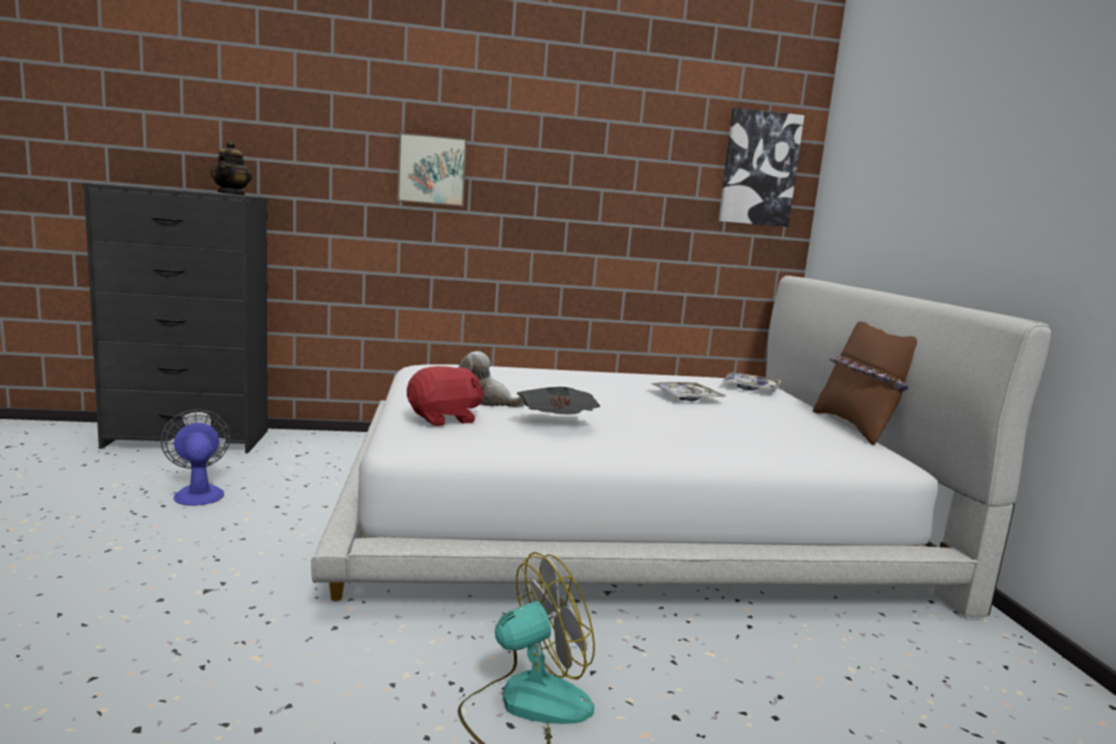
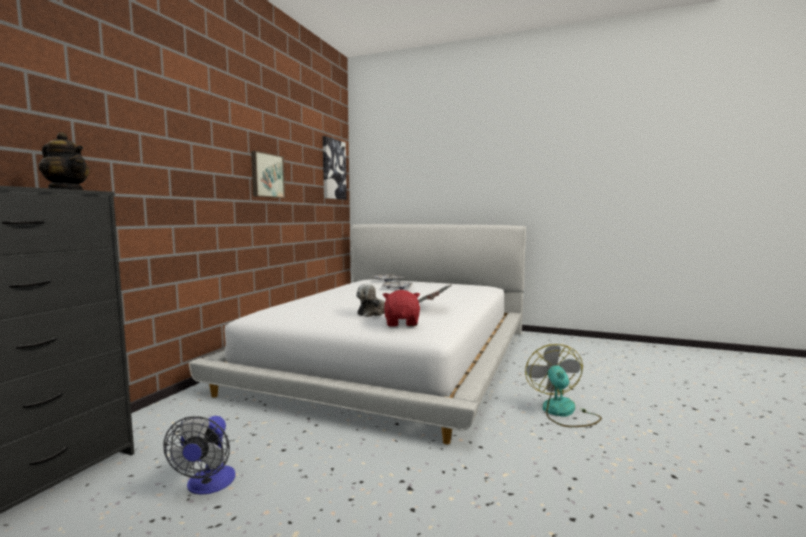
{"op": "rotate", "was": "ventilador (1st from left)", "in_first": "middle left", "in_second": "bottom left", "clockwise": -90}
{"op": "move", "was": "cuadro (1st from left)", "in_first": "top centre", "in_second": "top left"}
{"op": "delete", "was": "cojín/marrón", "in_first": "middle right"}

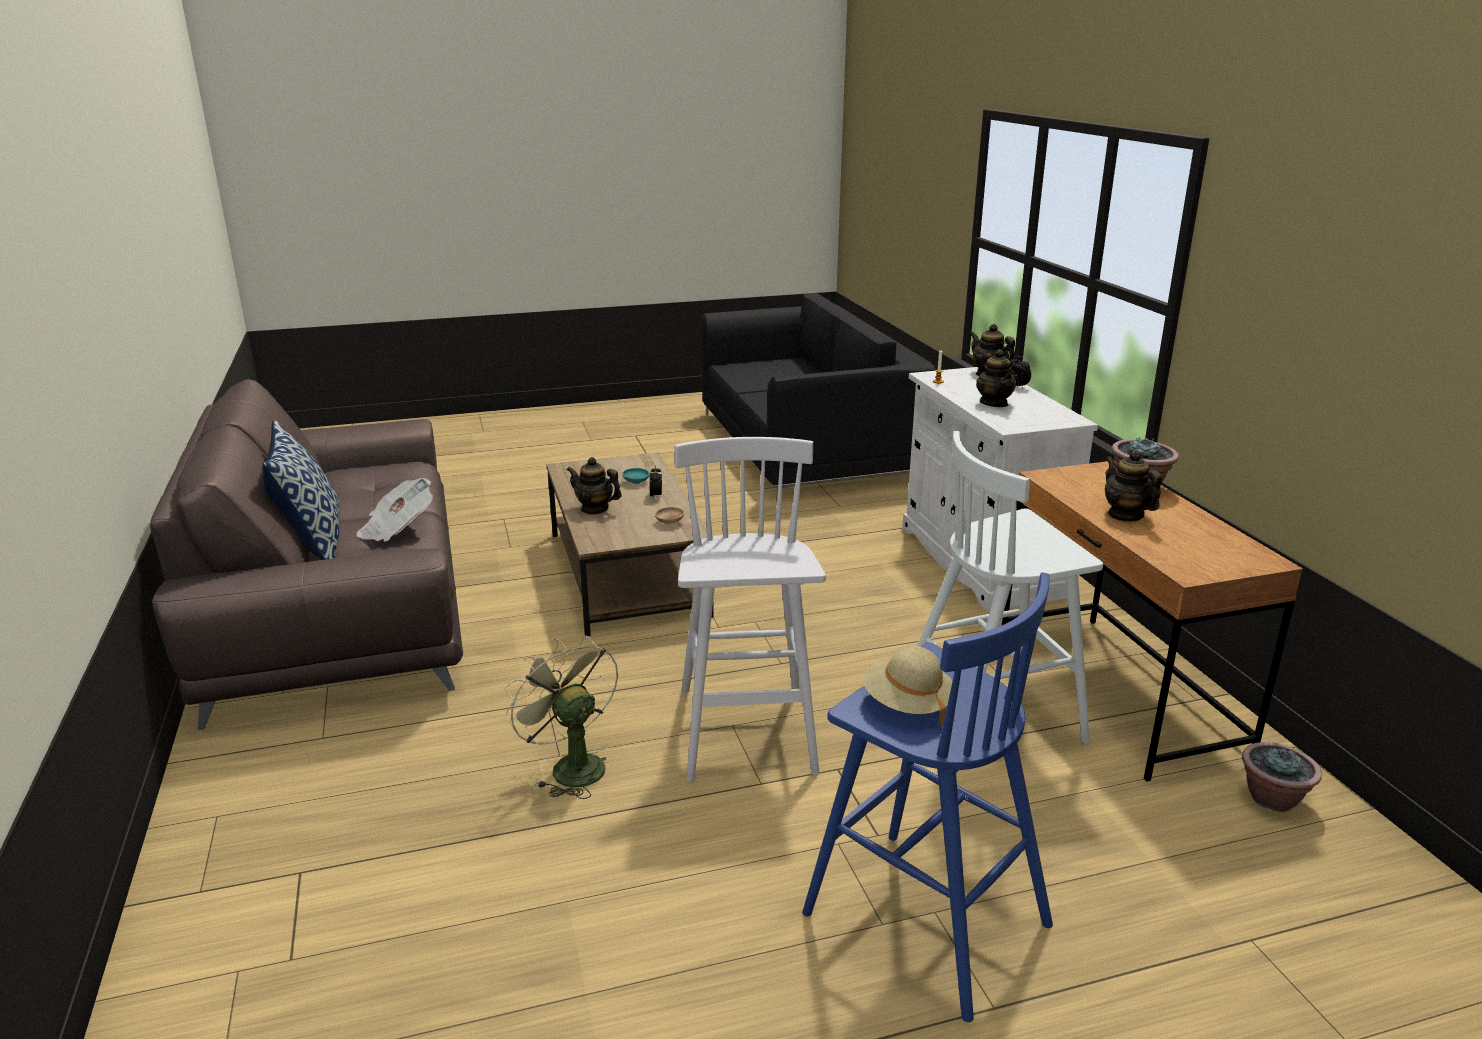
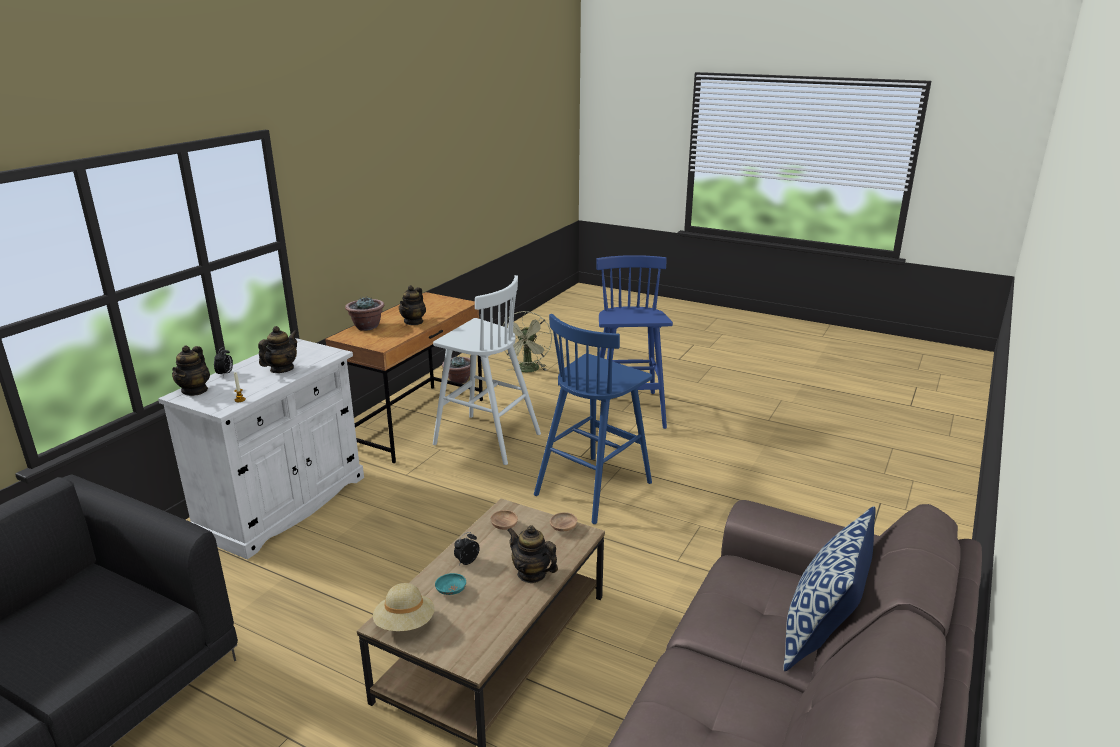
{"op": "delete", "was": "periódico", "in_first": "middle left"}
{"op": "move", "was": "ventilador/verde", "in_first": "bottom centre", "in_second": "centre"}
{"op": "rotate", "was": "tetera (1st from left in the first image)", "in_first": "centre", "in_second": "bottom centre", "clockwise": 150}
{"op": "recolor", "was": "taburete/blanco (1st from left)", "now": "taburete/azul (1st from left)", "in_first": "centre", "in_second": "centre"}
{"op": "move", "was": "sombrero/beis", "in_first": "centre", "in_second": "bottom centre"}
{"op": "insert", "now": "cuenco/marrón (2nd from left)", "in_second": "bottom centre"}

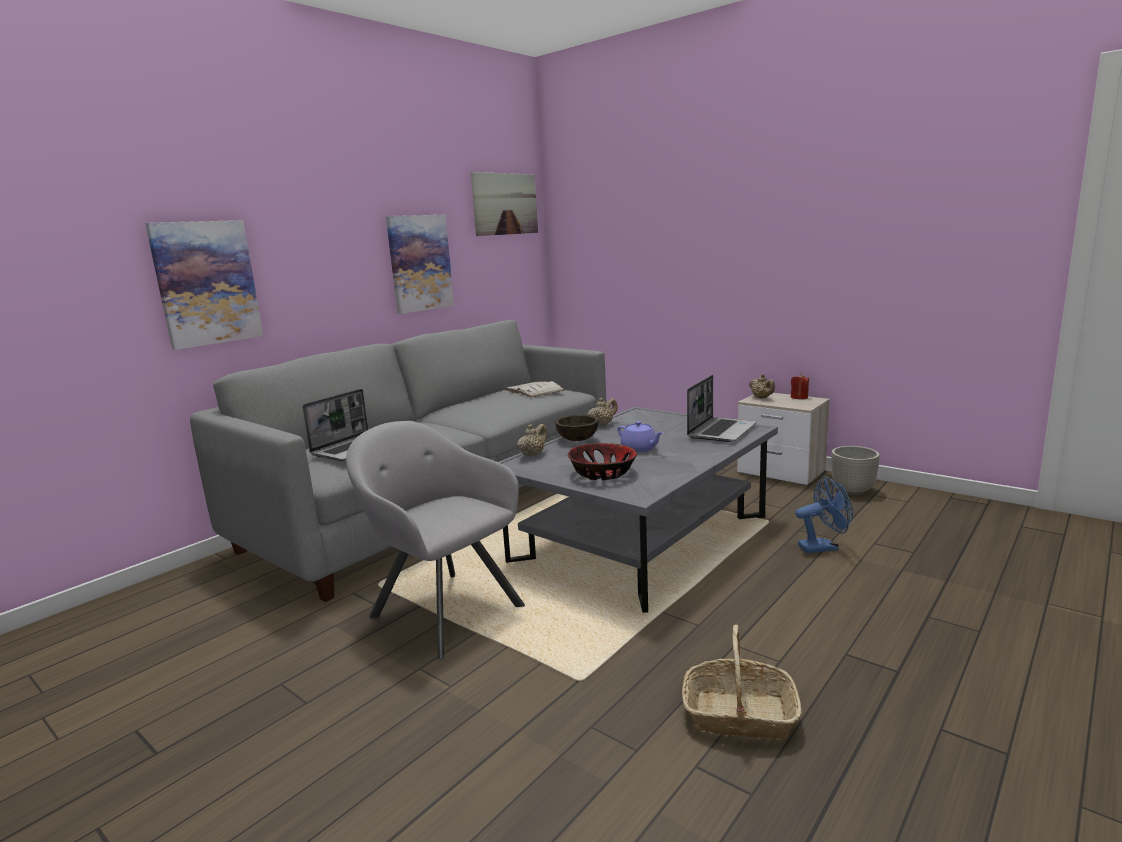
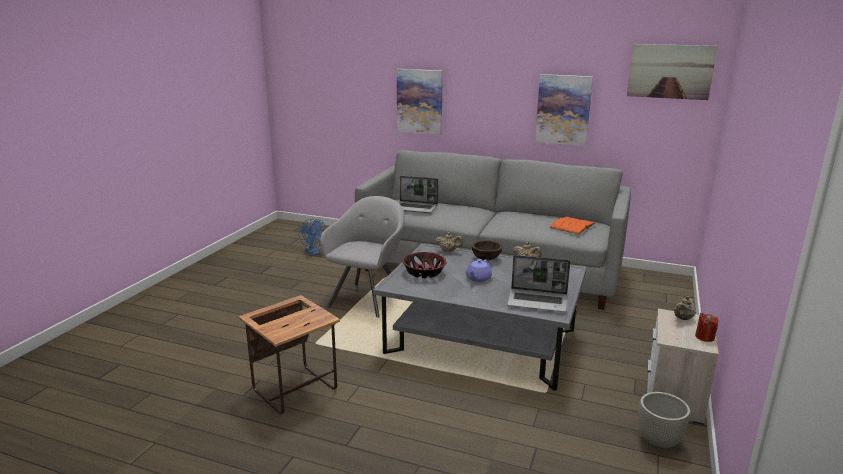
{"op": "recolor", "was": "libro/blanco", "now": "libro/naranja", "in_first": "centre", "in_second": "middle right"}
{"op": "replace", "was": "cesta", "now": "mesa auxiliar", "in_first": "bottom centre", "in_second": "bottom centre"}
{"op": "move", "was": "ventilador/azul", "in_first": "middle right", "in_second": "centre"}

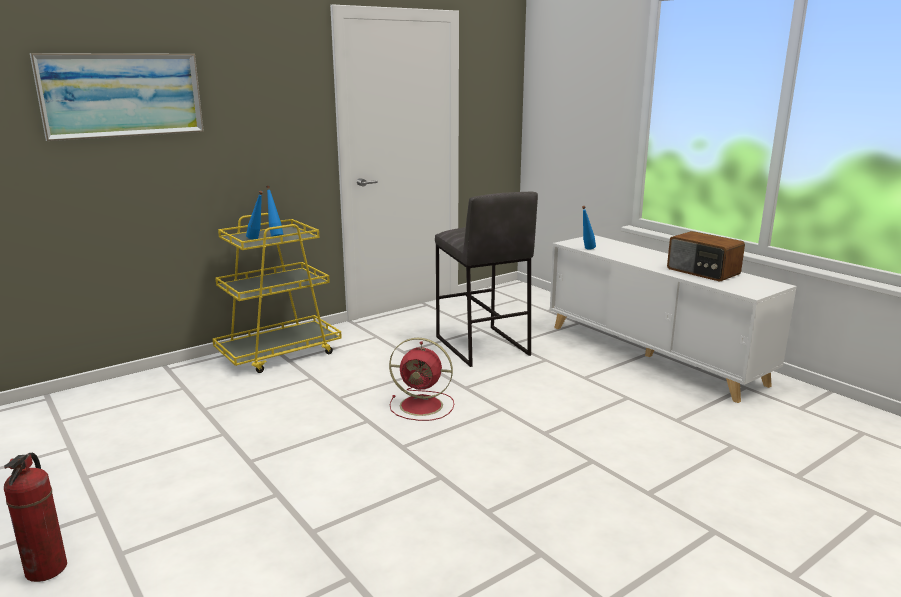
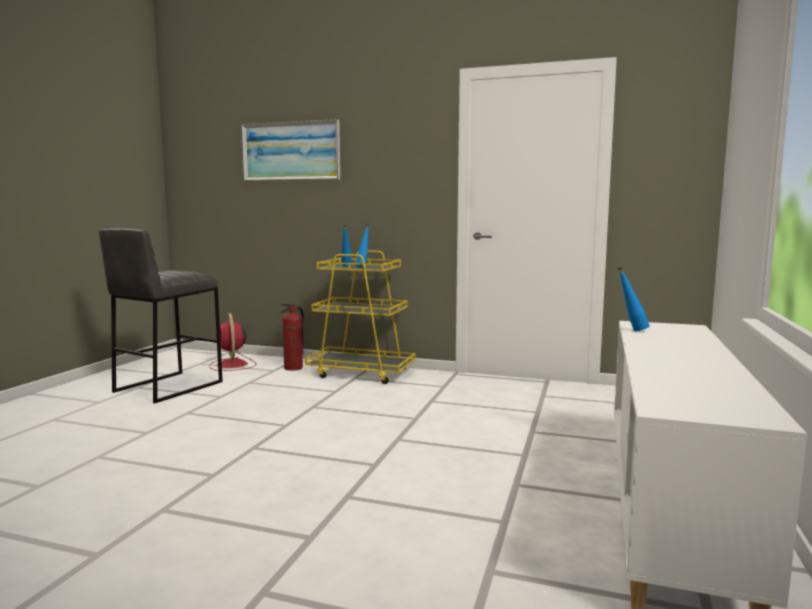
{"op": "move", "was": "extintor", "in_first": "bottom left", "in_second": "centre"}
{"op": "move", "was": "ventilador/rojo", "in_first": "centre", "in_second": "middle left"}
{"op": "move", "was": "taburete/gris", "in_first": "centre", "in_second": "middle left"}
{"op": "delete", "was": "radio", "in_first": "middle right"}

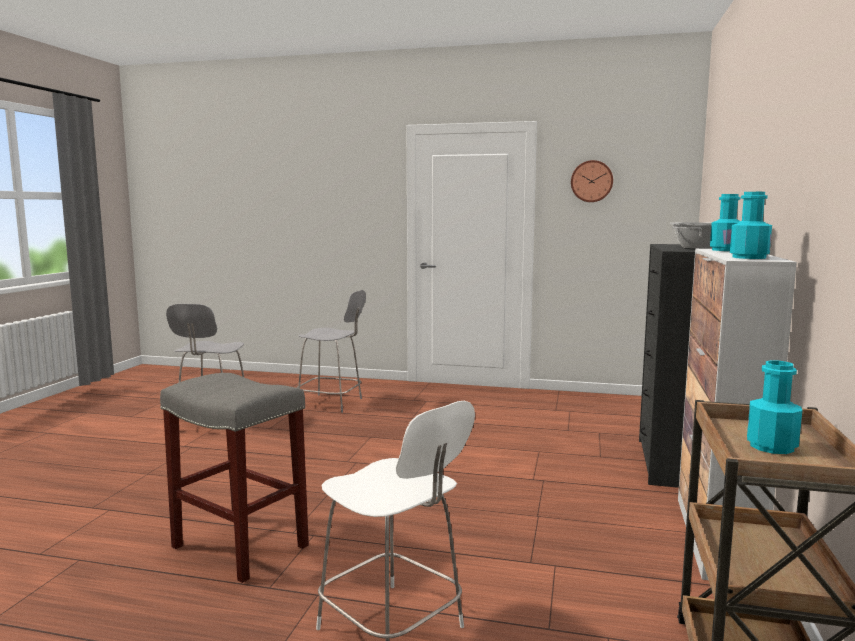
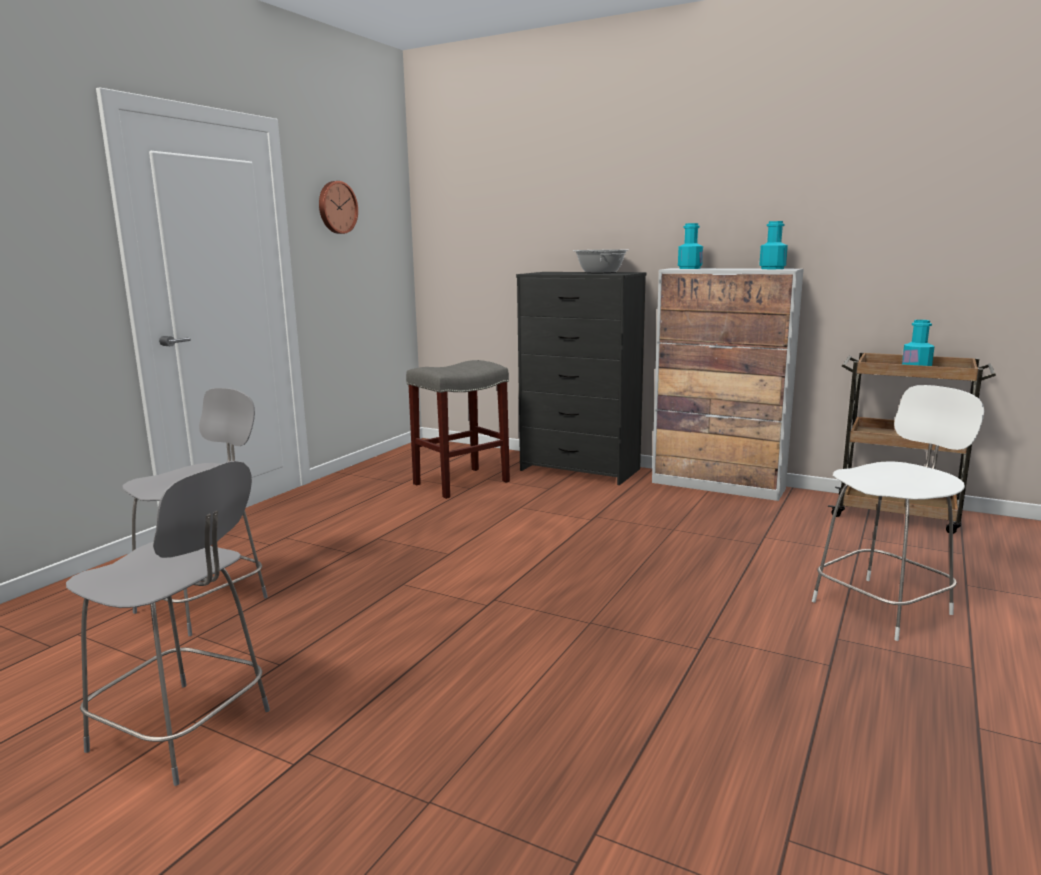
{"op": "move", "was": "taburete/gris", "in_first": "bottom left", "in_second": "centre"}

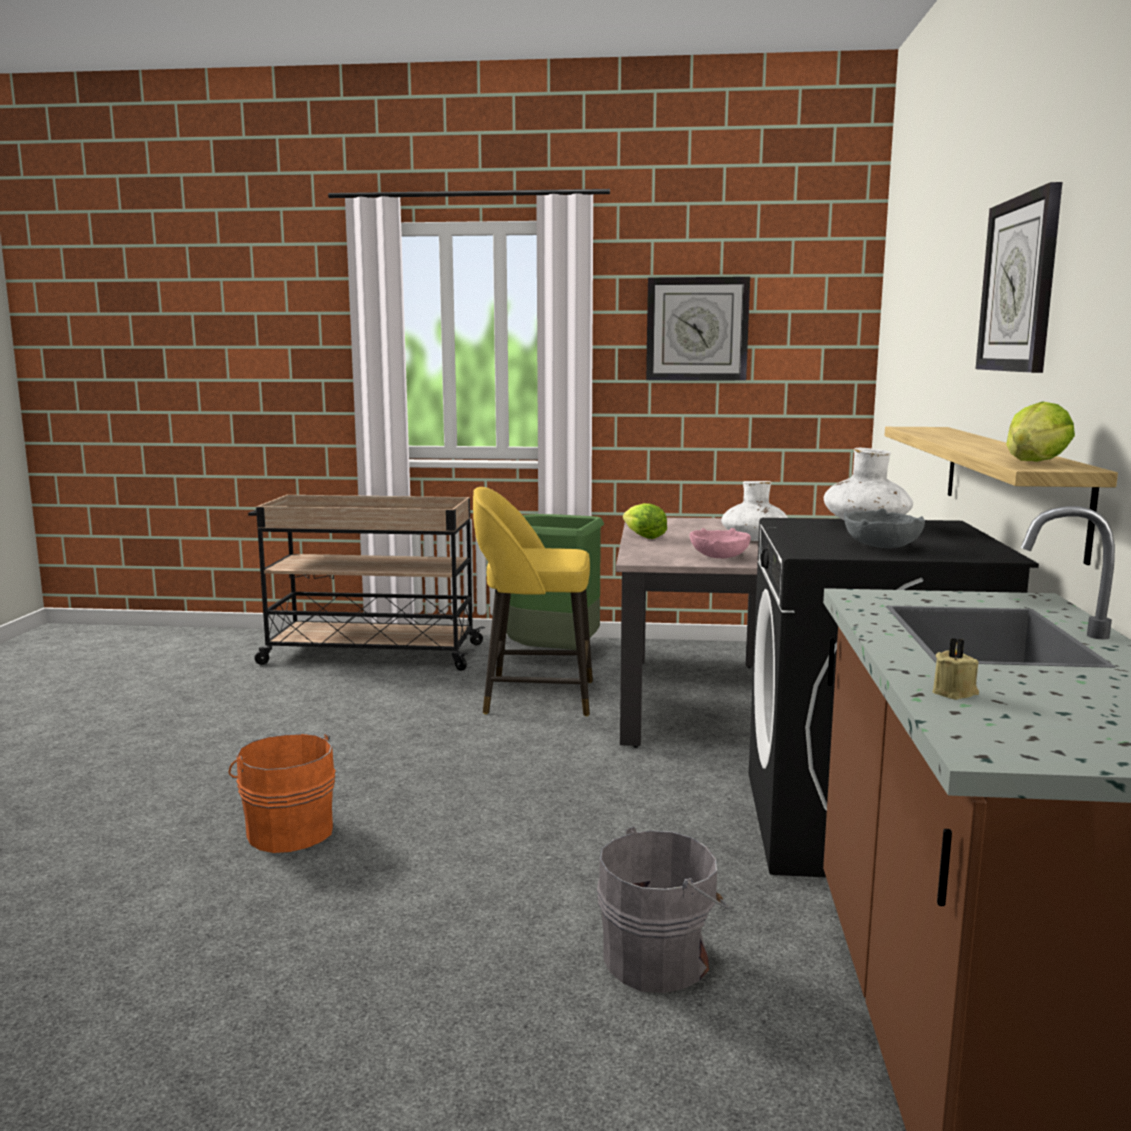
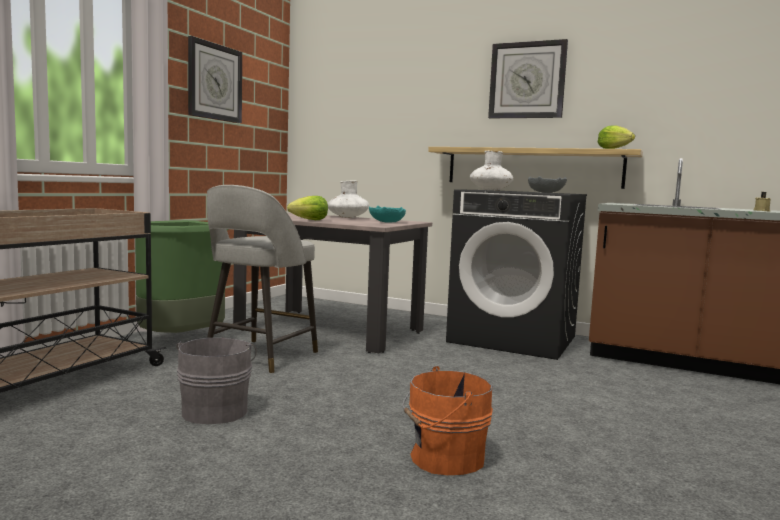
{"op": "recolor", "was": "taburete/amarillo", "now": "taburete/gris", "in_first": "centre", "in_second": "centre"}
{"op": "move", "was": "cubo/gris", "in_first": "bottom centre", "in_second": "bottom left"}
{"op": "recolor", "was": "cuenco/rosa", "now": "cuenco/turquesa", "in_first": "centre", "in_second": "centre"}

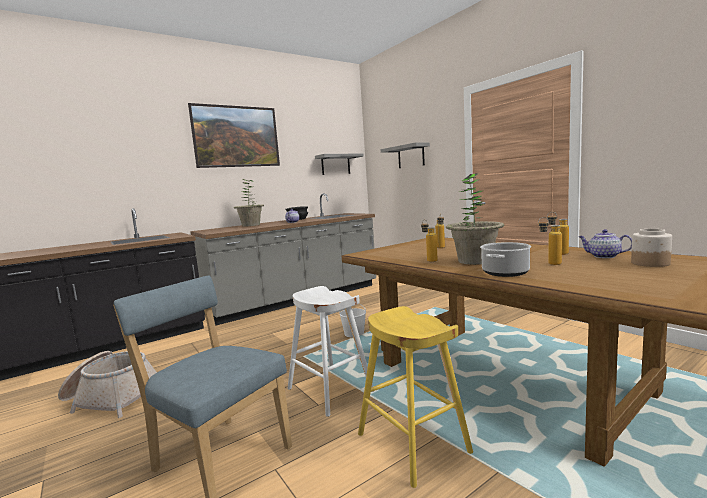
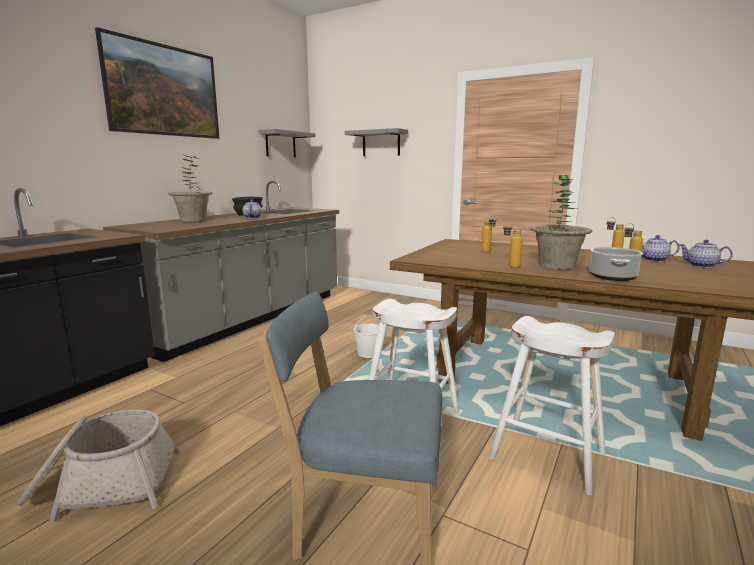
{"op": "recolor", "was": "taburete/amarillo", "now": "taburete/blanco (2nd from left)", "in_first": "bottom centre", "in_second": "bottom right"}
{"op": "replace", "was": "tarro", "now": "tetera (3rd from left)", "in_first": "middle right", "in_second": "middle right"}

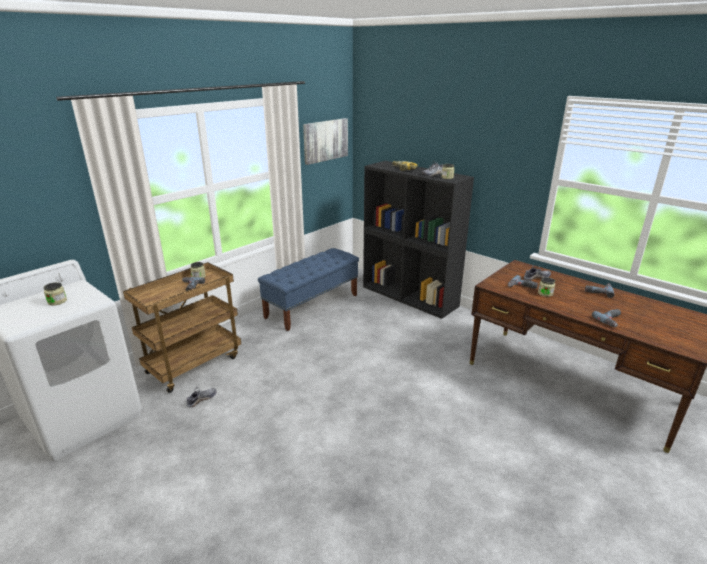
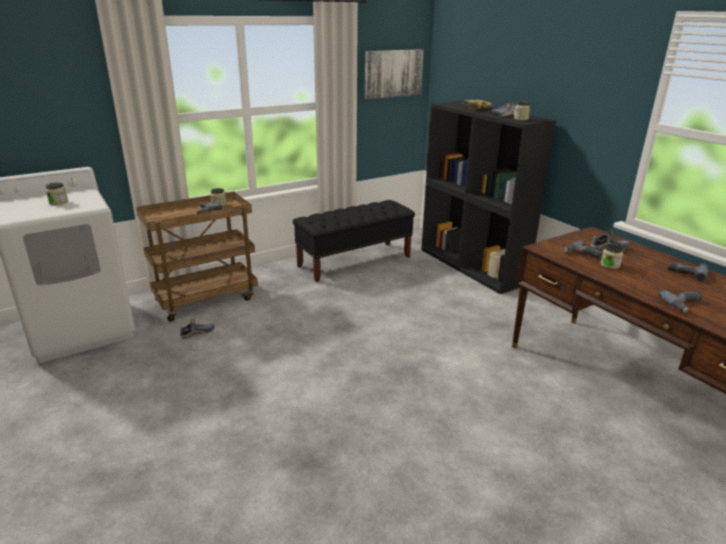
{"op": "recolor", "was": "banco/azul", "now": "banco/negro", "in_first": "centre", "in_second": "centre"}

